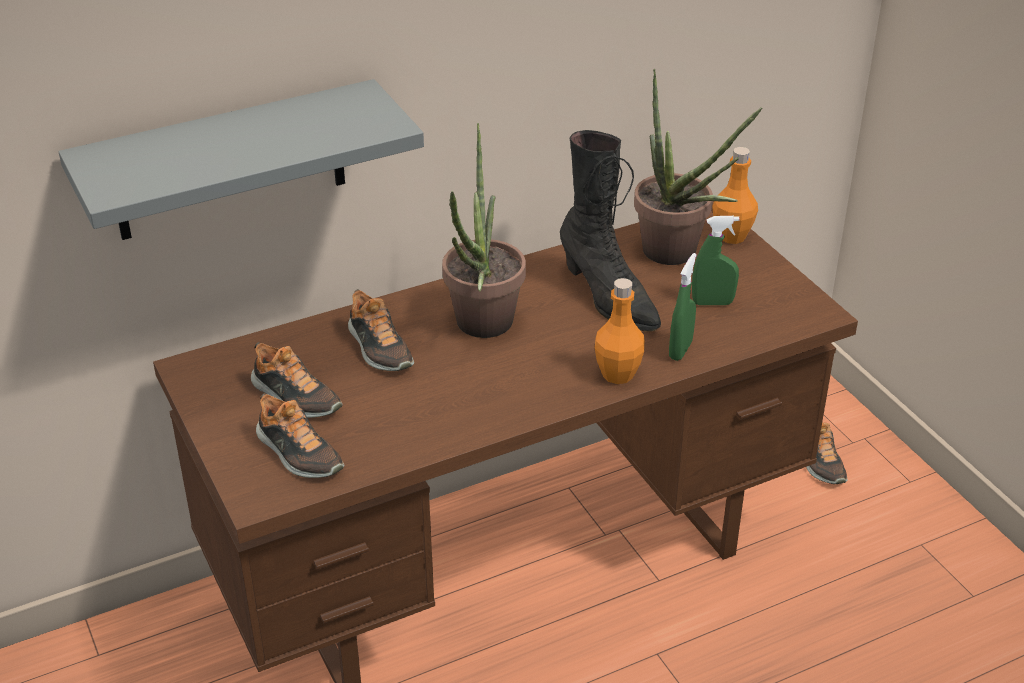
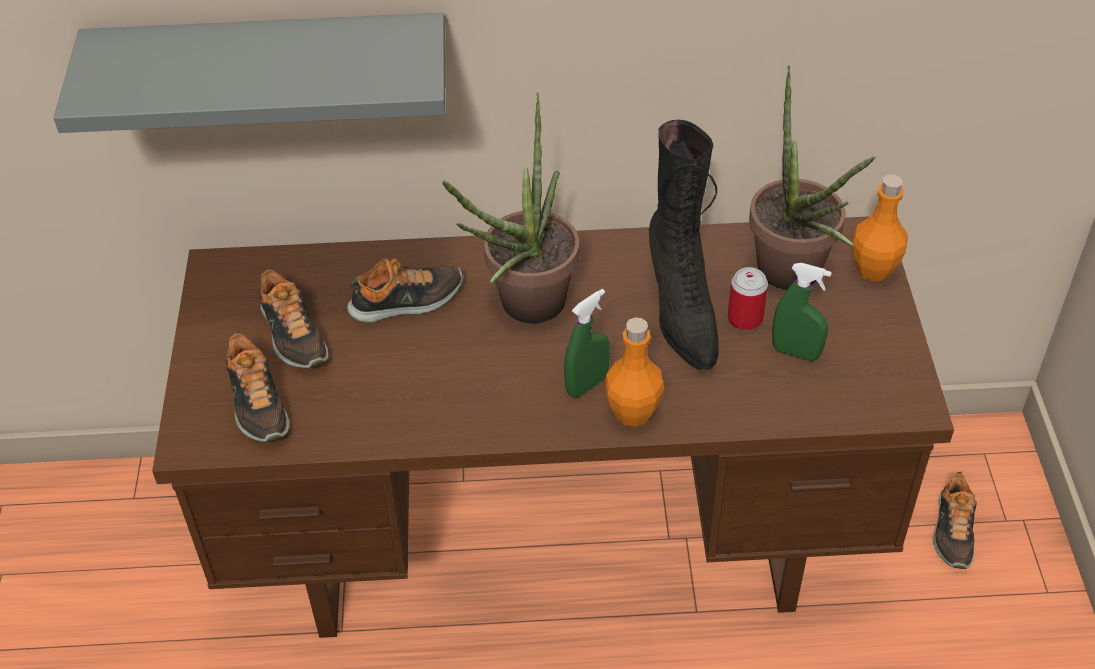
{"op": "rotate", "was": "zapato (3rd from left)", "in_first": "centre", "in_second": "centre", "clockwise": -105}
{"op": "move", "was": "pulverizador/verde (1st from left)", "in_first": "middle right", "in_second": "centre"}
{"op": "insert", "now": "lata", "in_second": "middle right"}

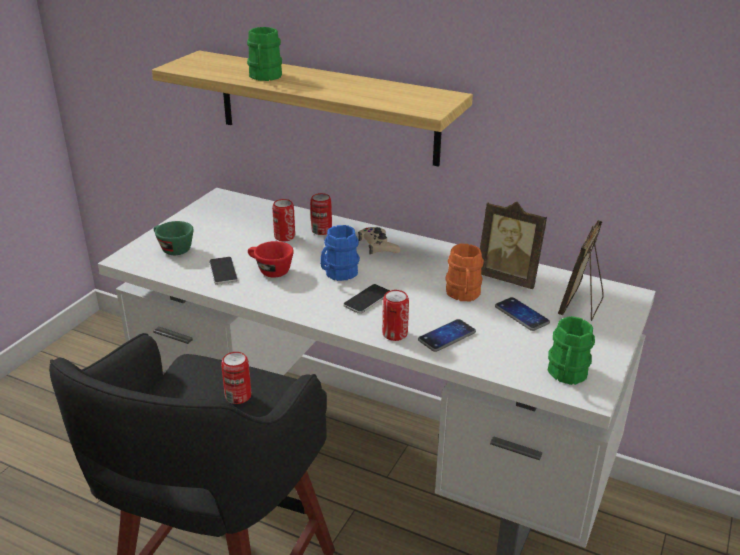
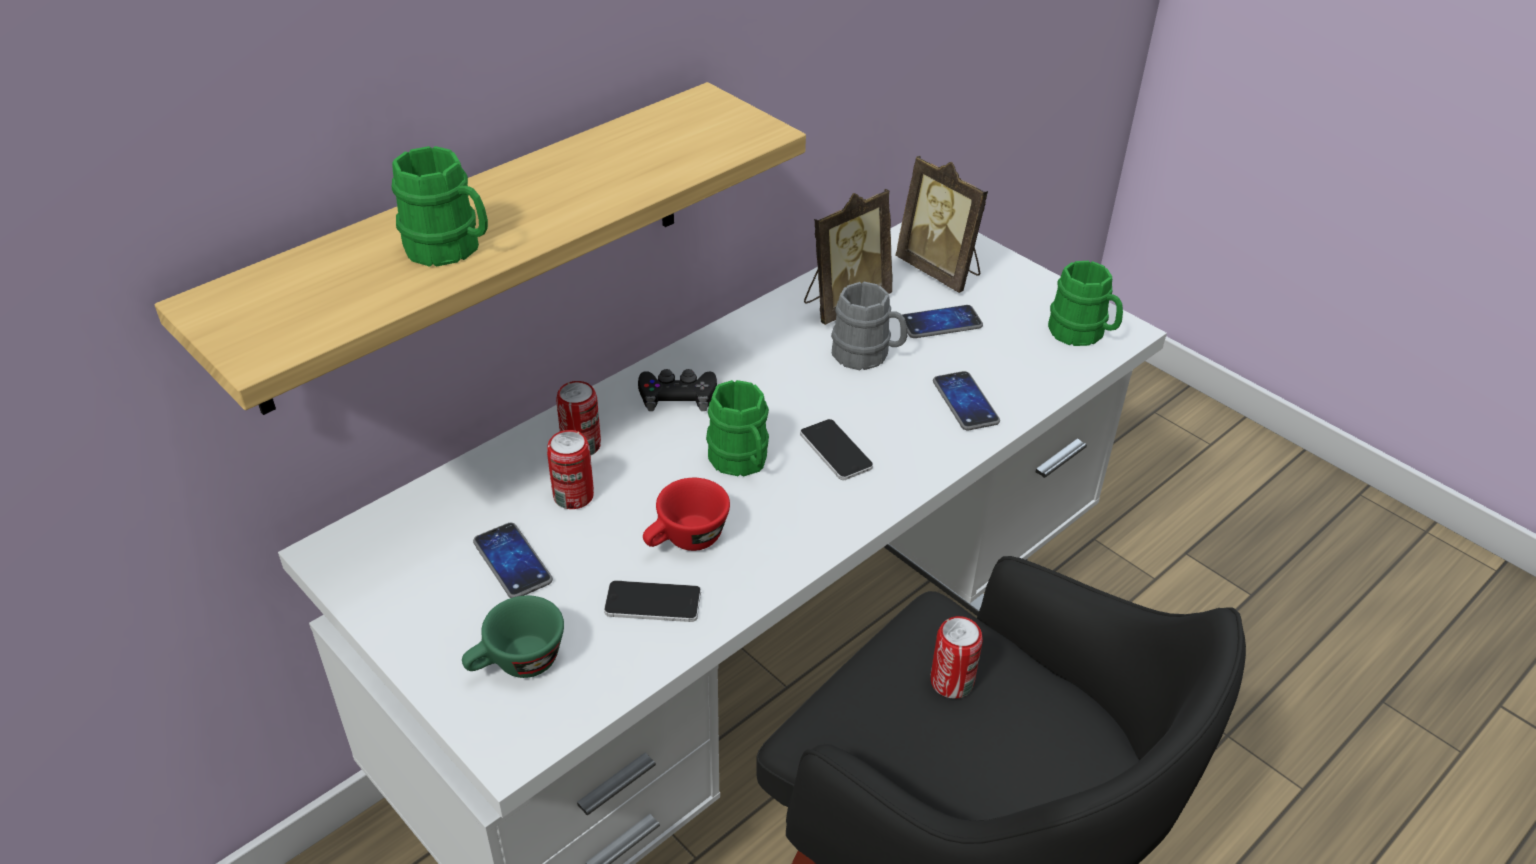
{"op": "recolor", "was": "taza grande/azul", "now": "taza grande/verde (2nd from left)", "in_first": "centre", "in_second": "centre"}
{"op": "recolor", "was": "mando de consola/beis", "now": "mando de consola/negro", "in_first": "centre", "in_second": "centre"}
{"op": "delete", "was": "lata (4th from left)", "in_first": "centre"}
{"op": "recolor", "was": "taza grande/naranja", "now": "taza grande/gris", "in_first": "centre", "in_second": "centre"}
{"op": "insert", "now": "móvil (1st from left)", "in_second": "centre"}

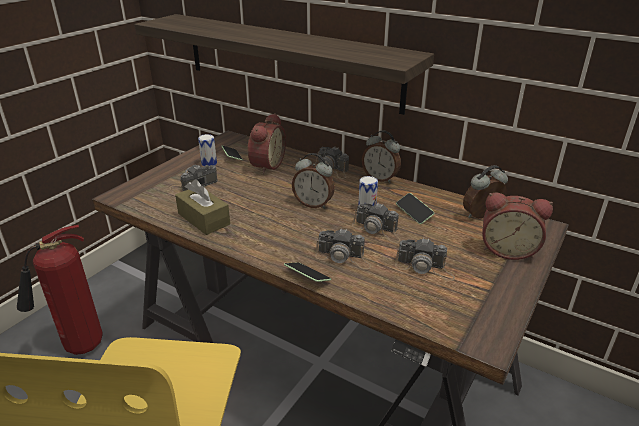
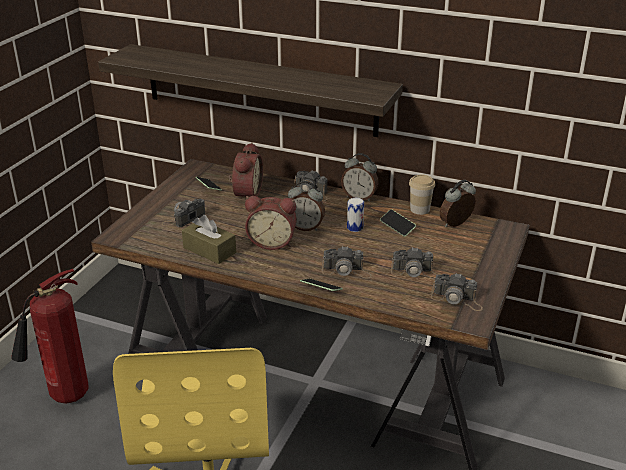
{"op": "delete", "was": "lata (1st from left)", "in_first": "middle left"}
{"op": "move", "was": "cámara (4th from left in the first image)", "now": "cámara (5th from left)", "in_first": "centre", "in_second": "middle right"}
{"op": "move", "was": "despertador (5th from left in the first image)", "now": "despertador (2nd from left)", "in_first": "middle right", "in_second": "centre"}
{"op": "insert", "now": "taza", "in_second": "middle right"}

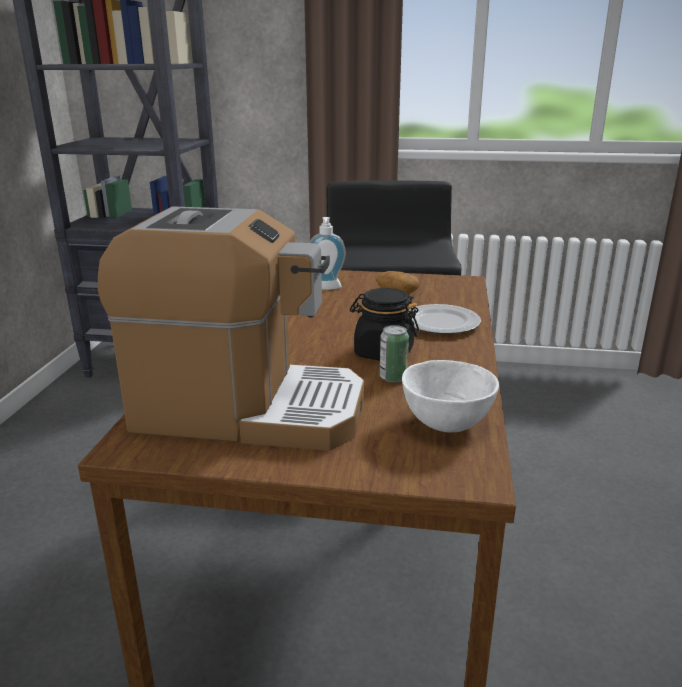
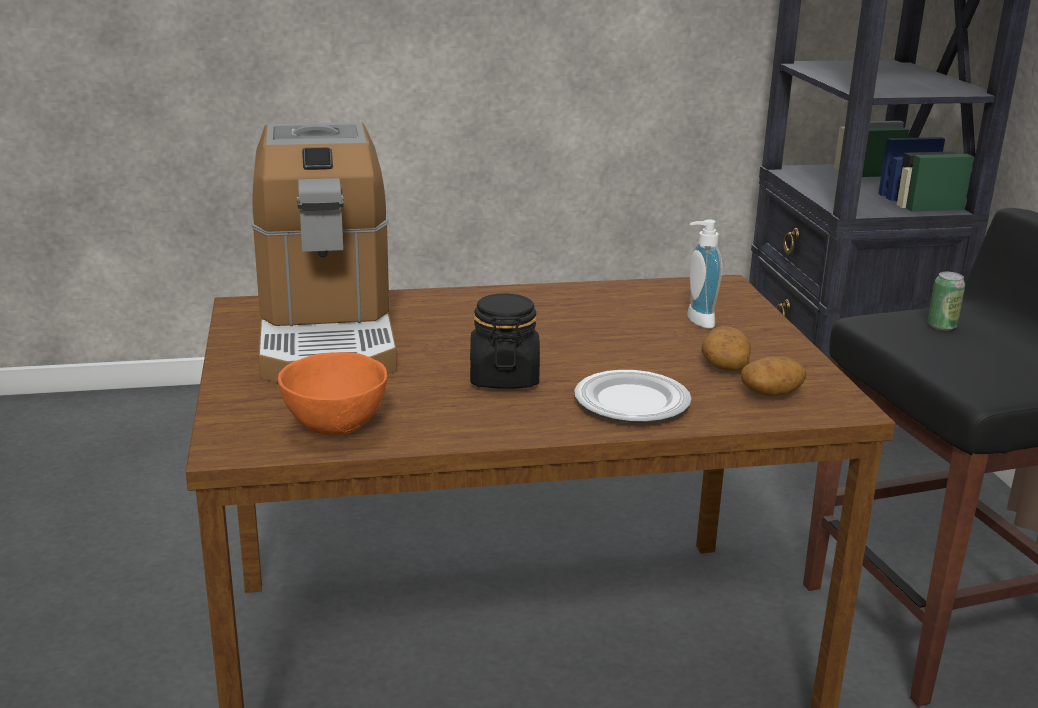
{"op": "move", "was": "lata", "in_first": "centre", "in_second": "middle right"}
{"op": "recolor", "was": "cuenco/blanco", "now": "cuenco/naranja", "in_first": "centre", "in_second": "middle left"}
{"op": "insert", "now": "patata (2nd from left)", "in_second": "middle right"}

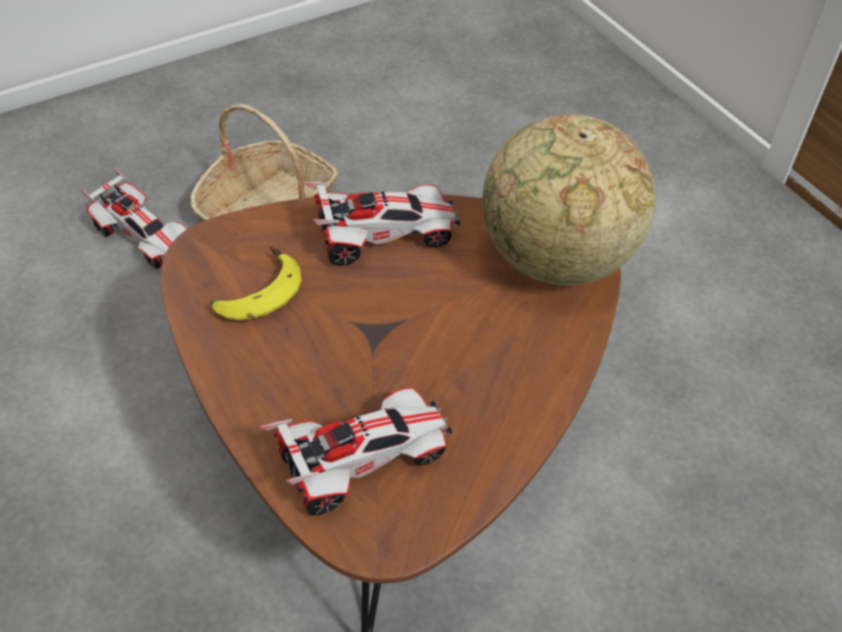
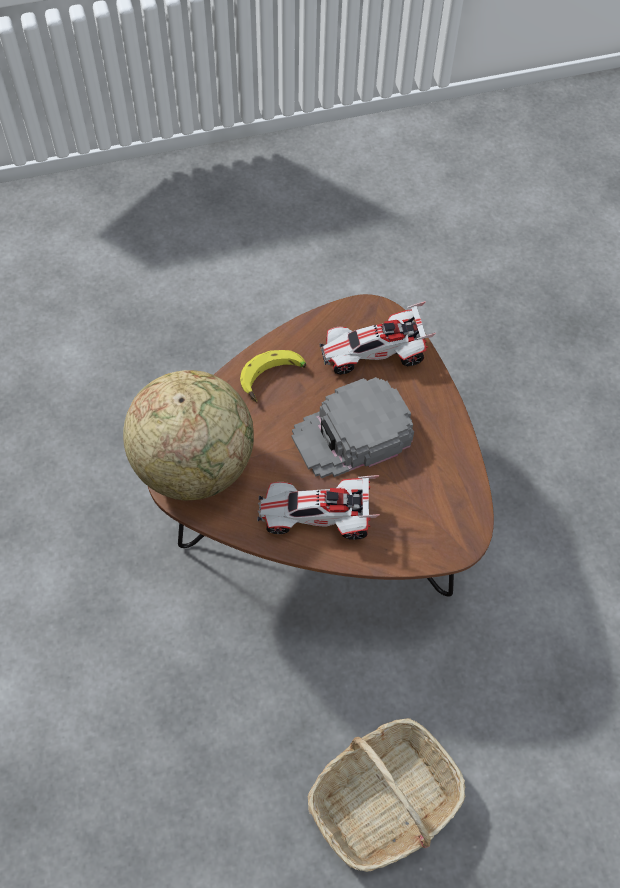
{"op": "delete", "was": "coche de juguete (1st from left)", "in_first": "middle left"}
{"op": "move", "was": "plátano", "in_first": "middle left", "in_second": "centre"}
{"op": "insert", "now": "gorra/gris", "in_second": "centre"}

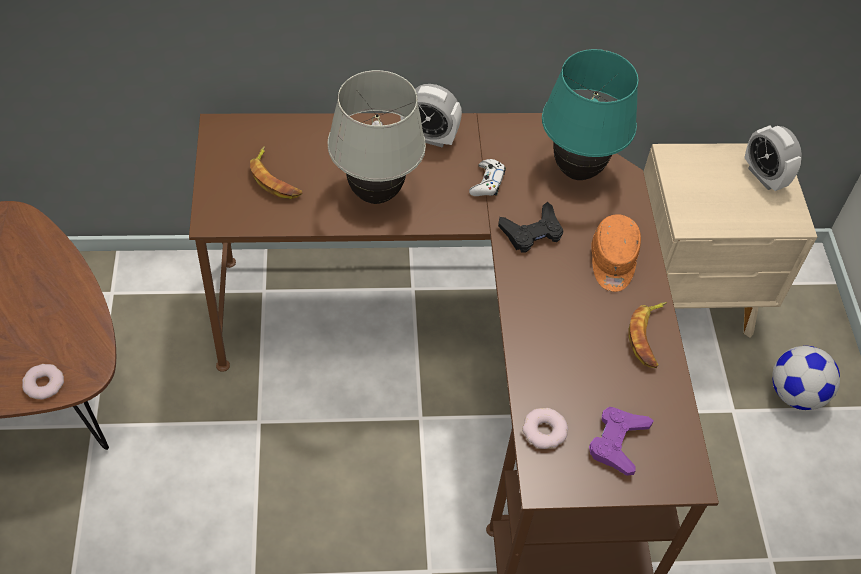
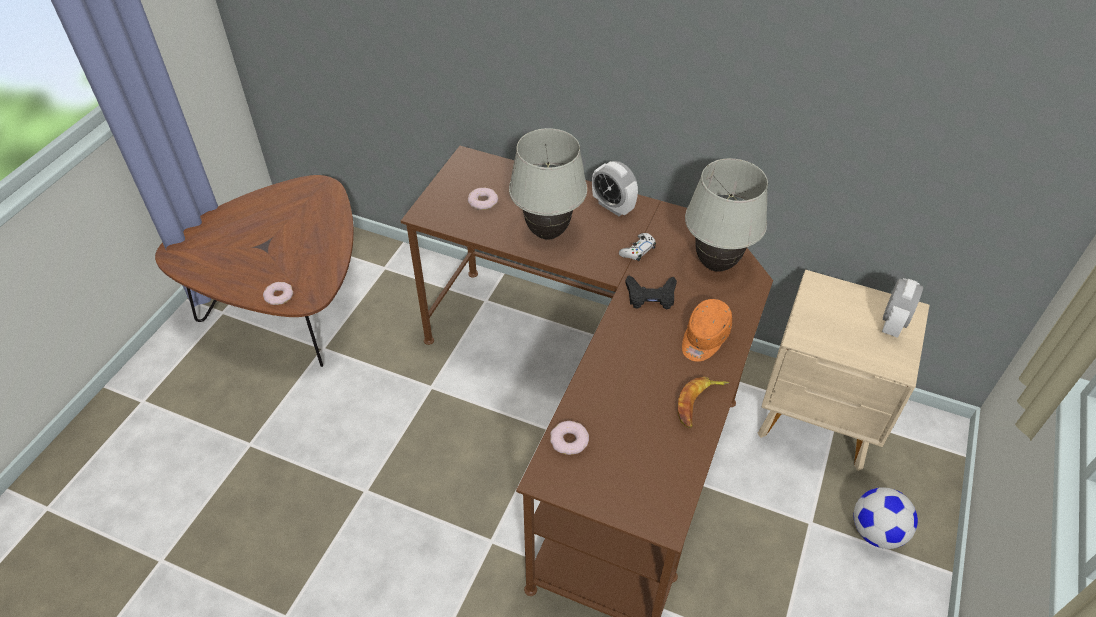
{"op": "replace", "was": "plátano (1st from left)", "now": "rosquilla (2nd from left)", "in_first": "top left", "in_second": "top centre"}
{"op": "recolor", "was": "lámpara de mesa/turquesa", "now": "lámpara de mesa/blanco (2nd from left)", "in_first": "top right", "in_second": "centre"}
{"op": "delete", "was": "mando de consola/morado", "in_first": "bottom right"}
{"op": "rotate", "was": "despertador (2nd from left)", "in_first": "top right", "in_second": "middle right", "clockwise": -150}

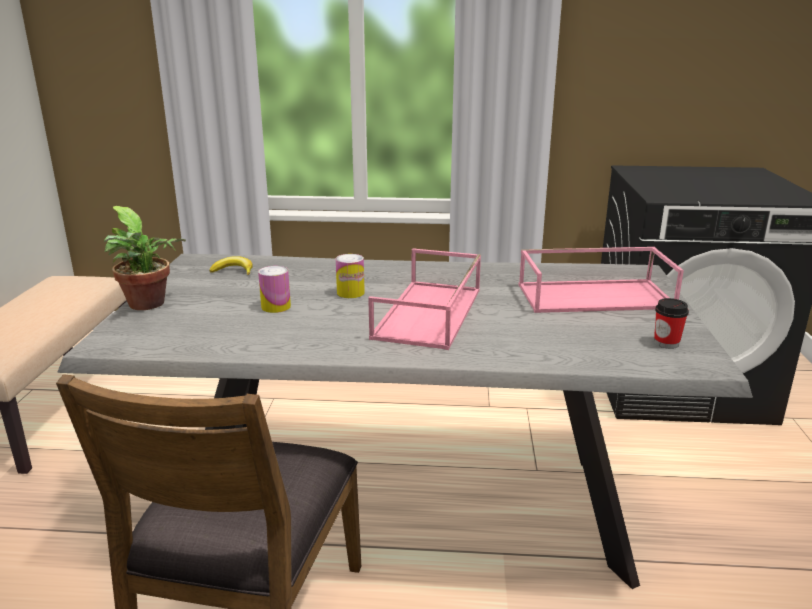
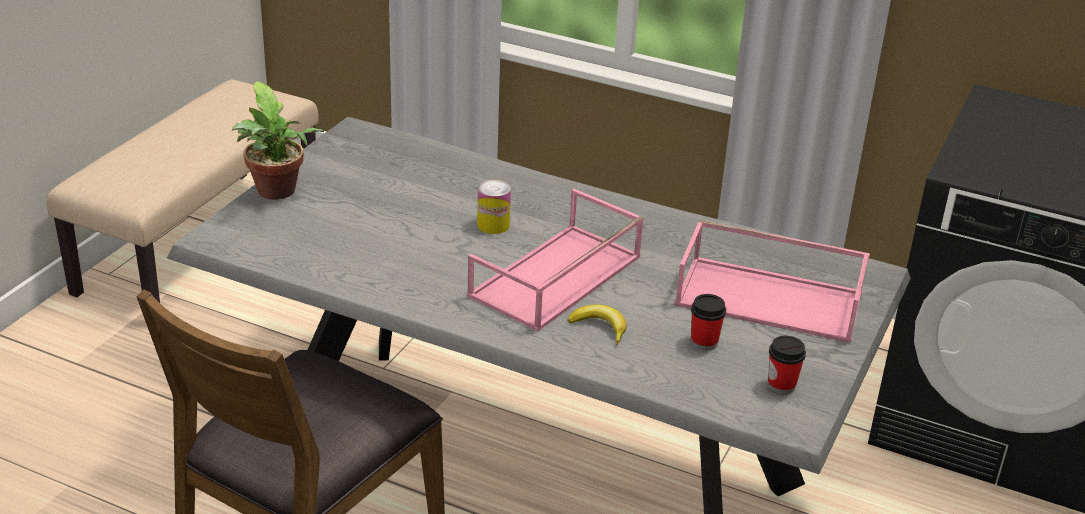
{"op": "move", "was": "plátano", "in_first": "middle left", "in_second": "centre"}
{"op": "delete", "was": "lata (1st from left)", "in_first": "centre"}
{"op": "insert", "now": "taza (1st from left)", "in_second": "centre"}

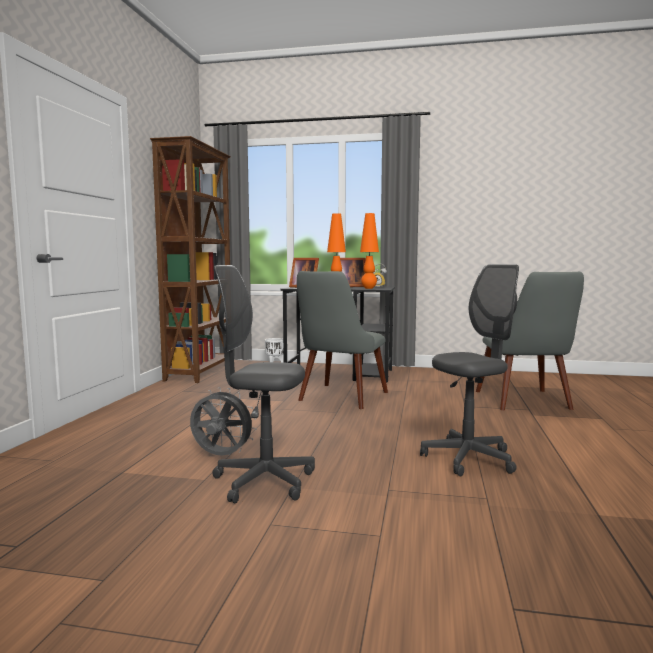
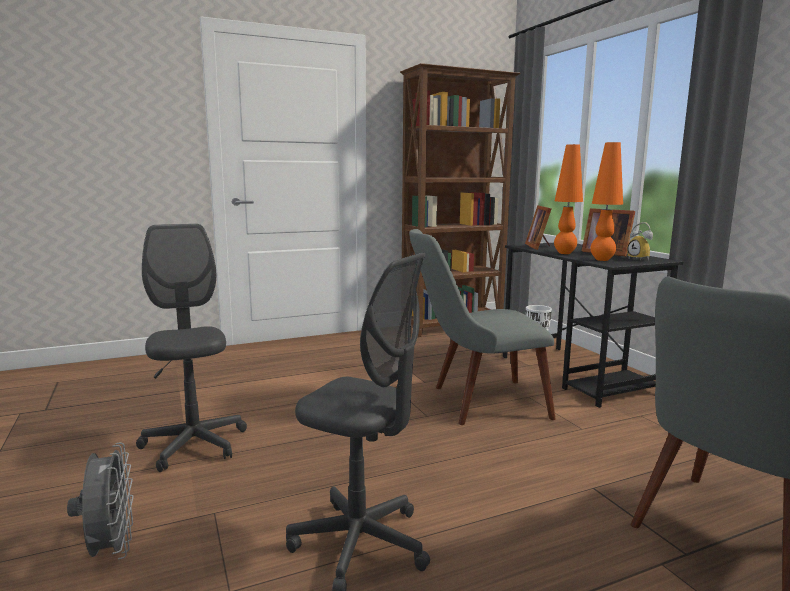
{"op": "move", "was": "ventilador/gris", "in_first": "centre", "in_second": "bottom left"}

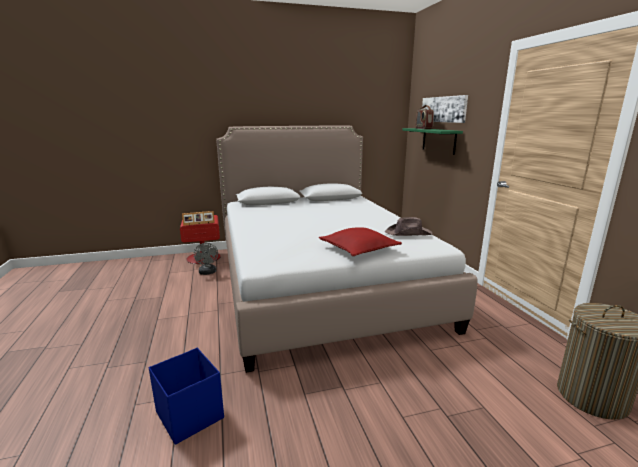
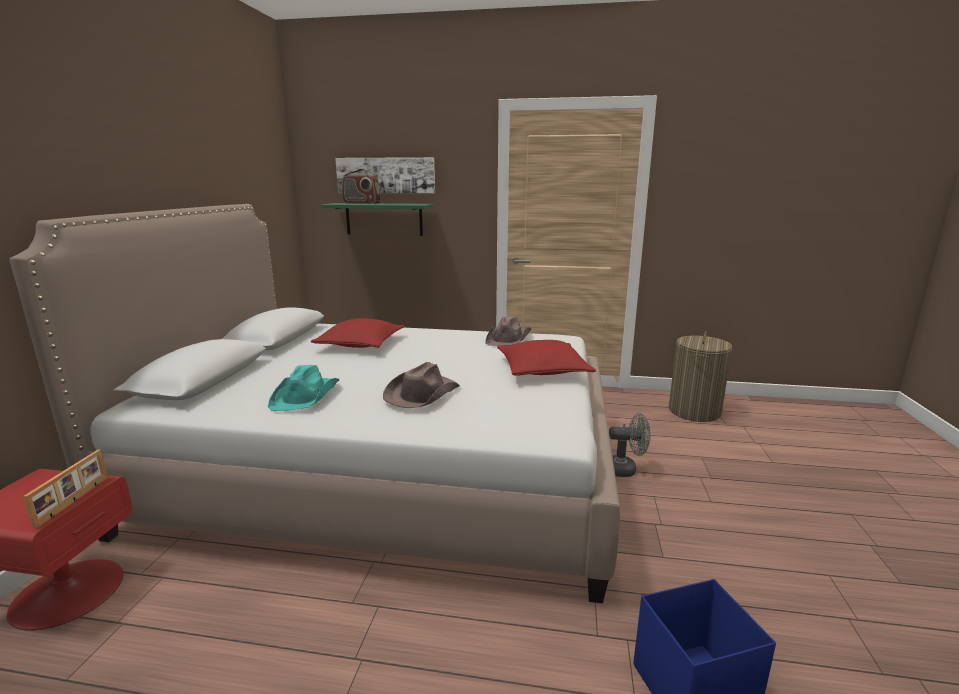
{"op": "move", "was": "ventilador/gris", "in_first": "middle left", "in_second": "centre"}
{"op": "insert", "now": "sombrero/turquesa", "in_second": "middle left"}
{"op": "insert", "now": "cojín/rojo (1st from left)", "in_second": "centre"}
{"op": "insert", "now": "sombrero/marrón (1st from left)", "in_second": "centre"}

